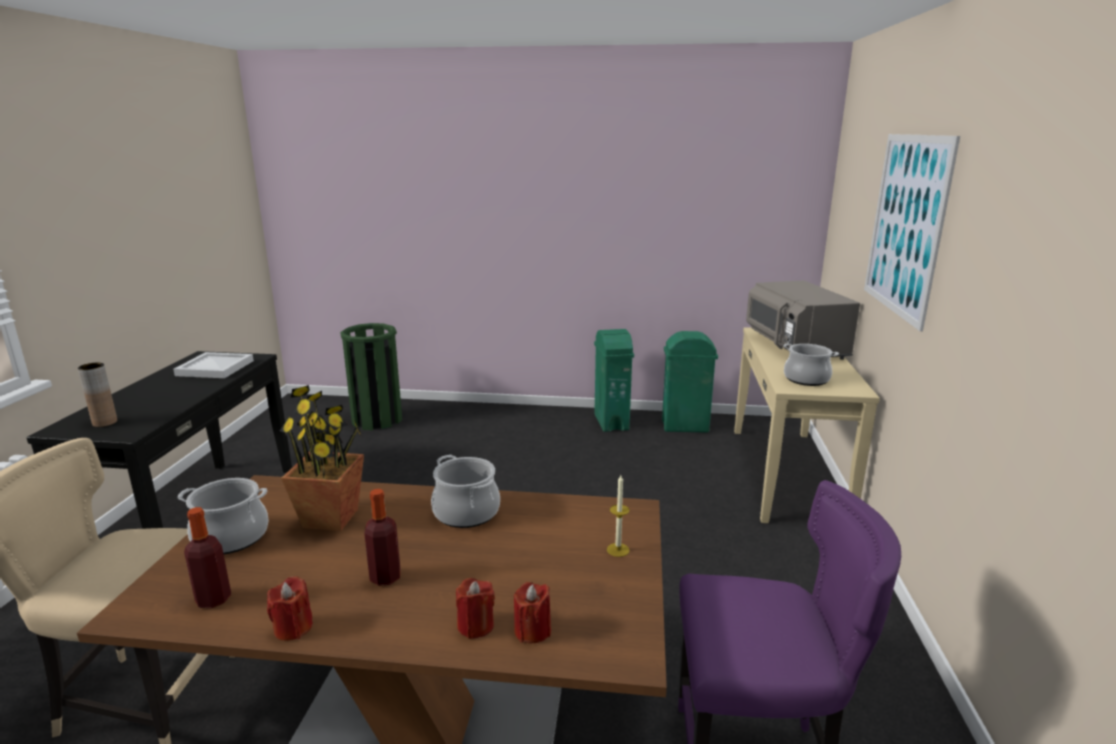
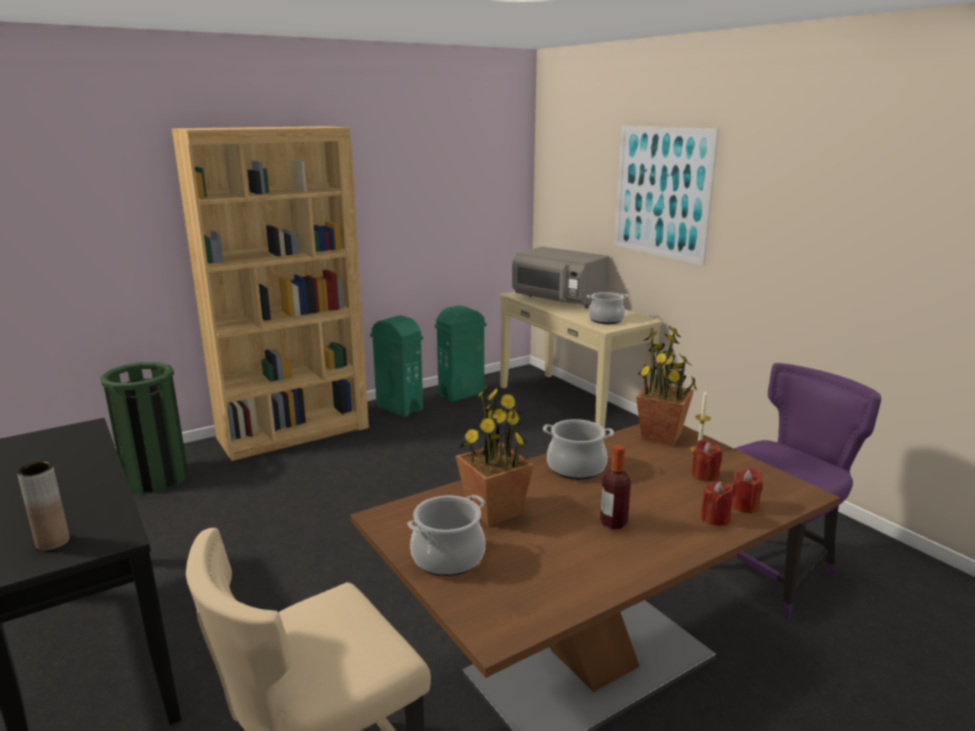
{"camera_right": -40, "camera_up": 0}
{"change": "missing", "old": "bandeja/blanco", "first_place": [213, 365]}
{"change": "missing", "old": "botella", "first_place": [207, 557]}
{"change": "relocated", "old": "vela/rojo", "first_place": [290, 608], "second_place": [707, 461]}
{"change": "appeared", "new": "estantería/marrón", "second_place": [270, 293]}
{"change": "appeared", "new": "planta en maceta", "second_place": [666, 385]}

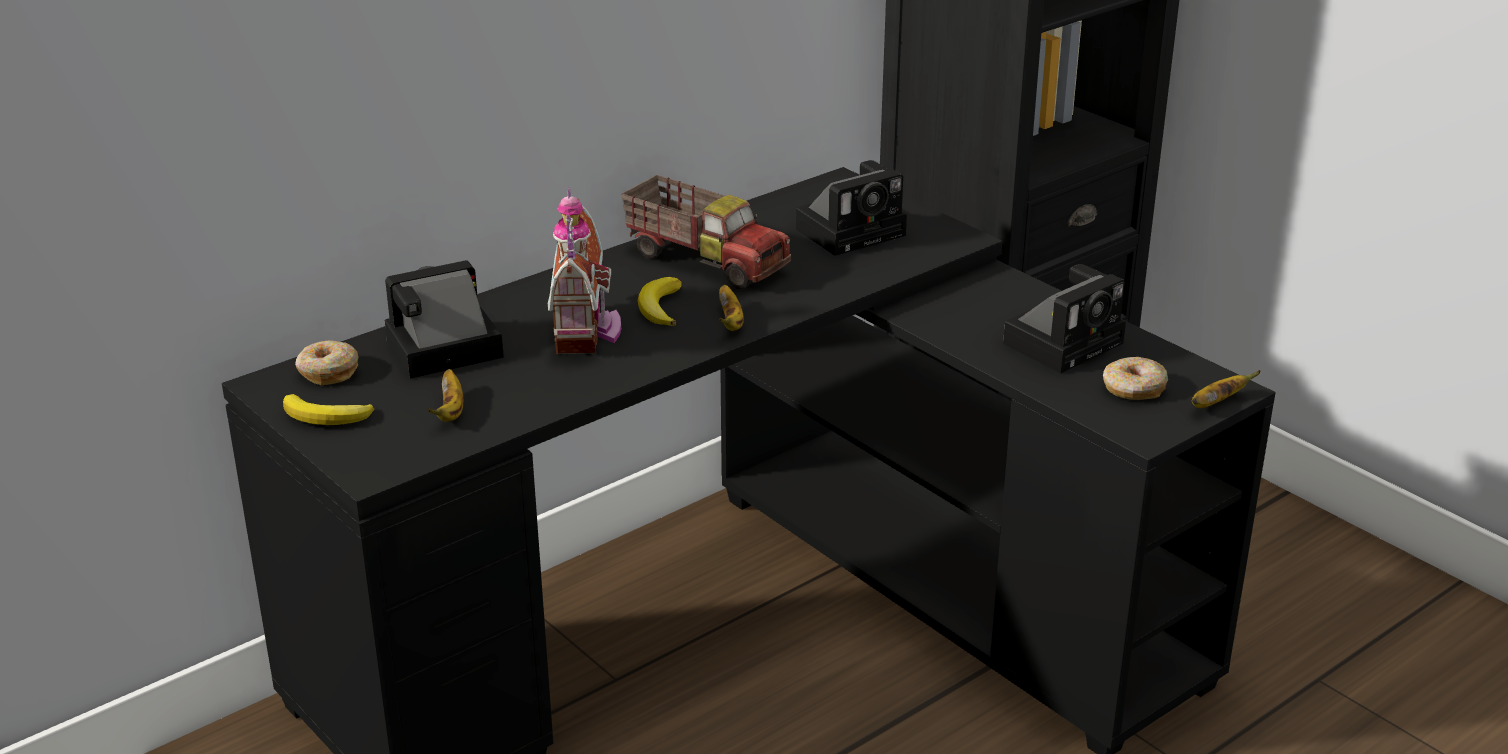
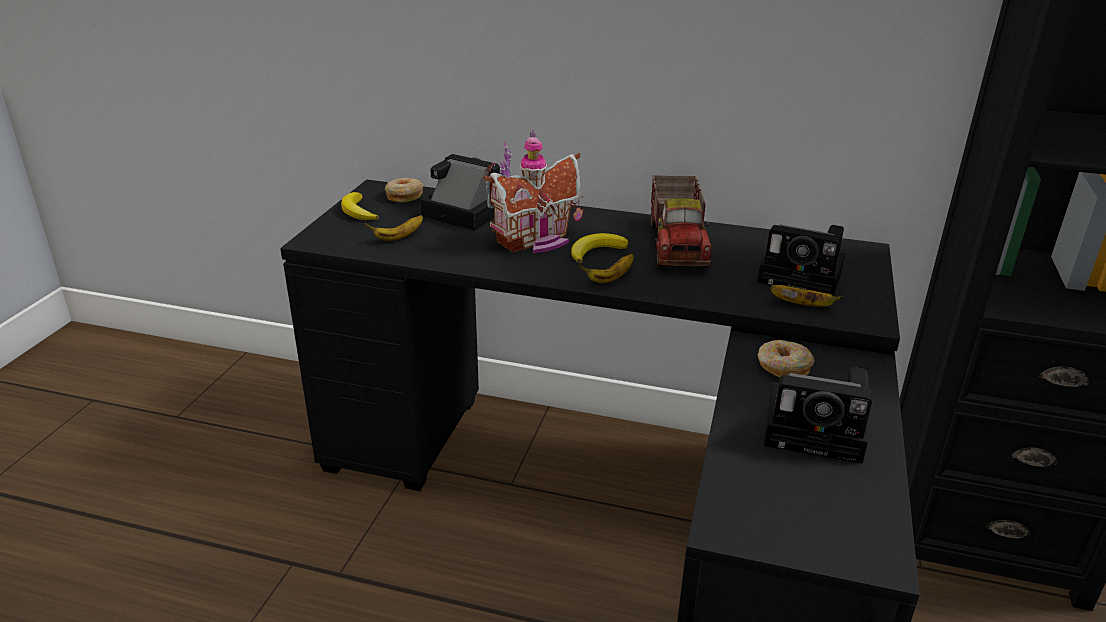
{"camera_right": 55, "camera_up": 0}
{"change": "relocated", "old": "rosquilla", "first_place": [1135, 378], "second_place": [786, 359]}
{"change": "relocated", "old": "plátano", "first_place": [1226, 389], "second_place": [806, 296]}

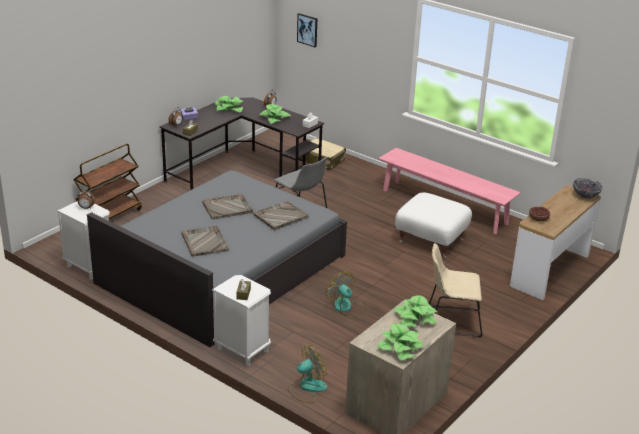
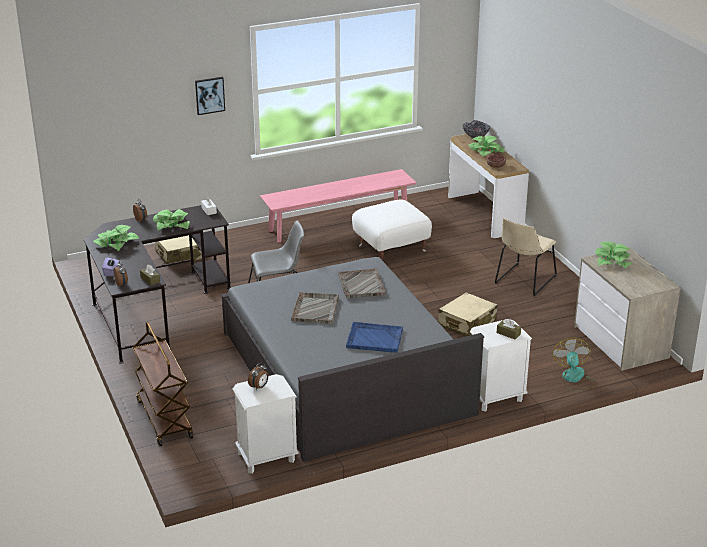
{"camera_right": -60, "camera_up": 0}
{"change": "colour", "old": "bandeja/gris", "new": "bandeja/azul", "first_place": [205, 241], "second_place": [374, 337]}
{"change": "relocated", "old": "cuadro", "first_place": [307, 30], "second_place": [210, 96]}
{"change": "exchanged", "old": "ventilador", "new": "maleta/beis", "first_place": [345, 295], "second_place": [467, 314]}
{"change": "relocated", "old": "planta en maceta", "first_place": [401, 342], "second_place": [487, 145]}

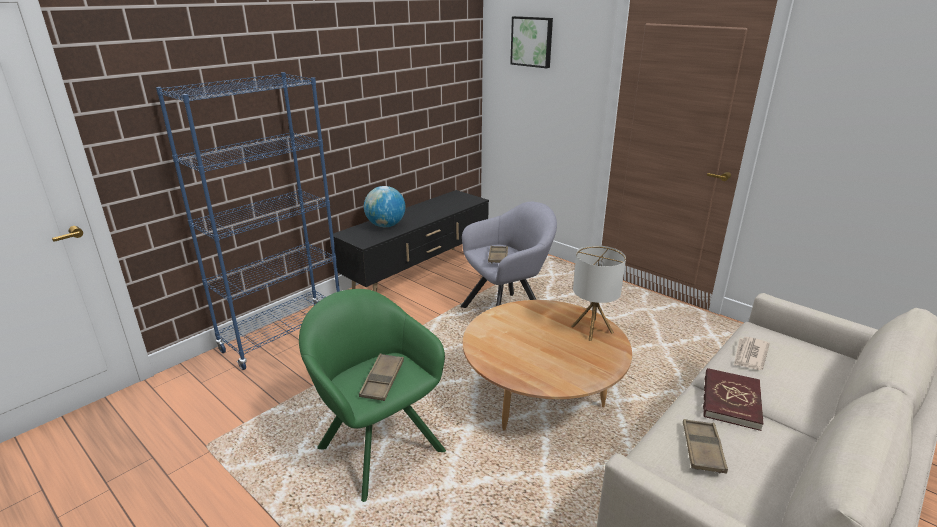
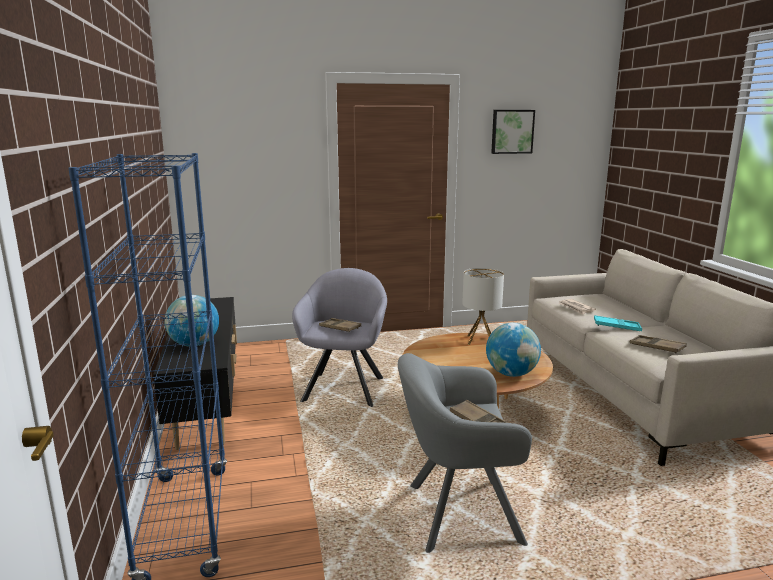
{"camera_right": -55, "camera_up": -10}
{"change": "colour", "old": "sillón/verde", "new": "sillón/gris", "first_place": [372, 395], "second_place": [465, 453]}
{"change": "relocated", "old": "cuadro", "first_place": [531, 42], "second_place": [513, 132]}
{"change": "exchanged", "old": "libro/rojo", "new": "bandeja/turquesa", "first_place": [733, 399], "second_place": [618, 323]}
{"change": "appeared", "new": "globo terráqueo", "second_place": [513, 350]}

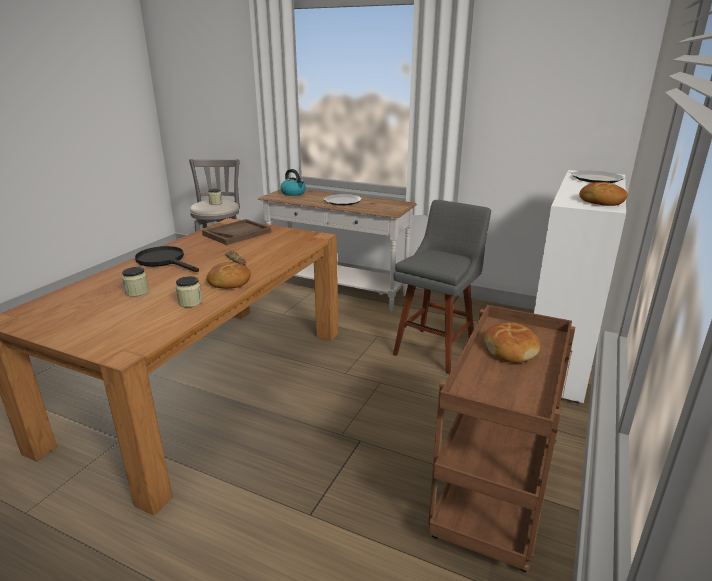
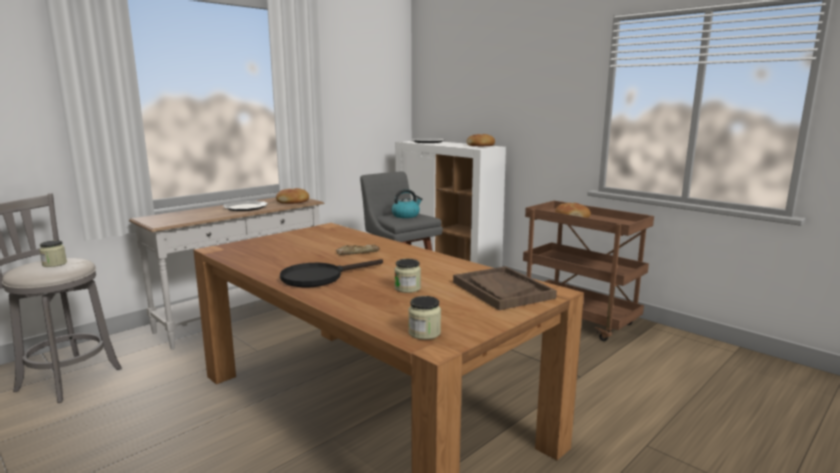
{"camera_right": -70, "camera_up": -10}
{"change": "relocated", "old": "tarro", "first_place": [189, 291], "second_place": [424, 318]}
{"change": "relocated", "old": "bandeja/marrón", "first_place": [236, 232], "second_place": [505, 288]}
{"change": "relocated", "old": "pan", "first_place": [228, 275], "second_place": [292, 196]}
{"change": "relocated", "old": "hervidor", "first_place": [293, 182], "second_place": [407, 203]}

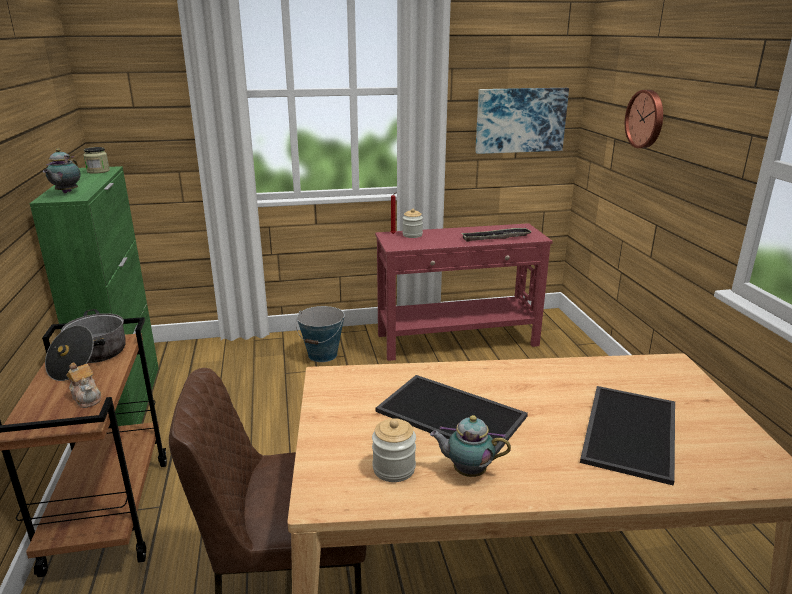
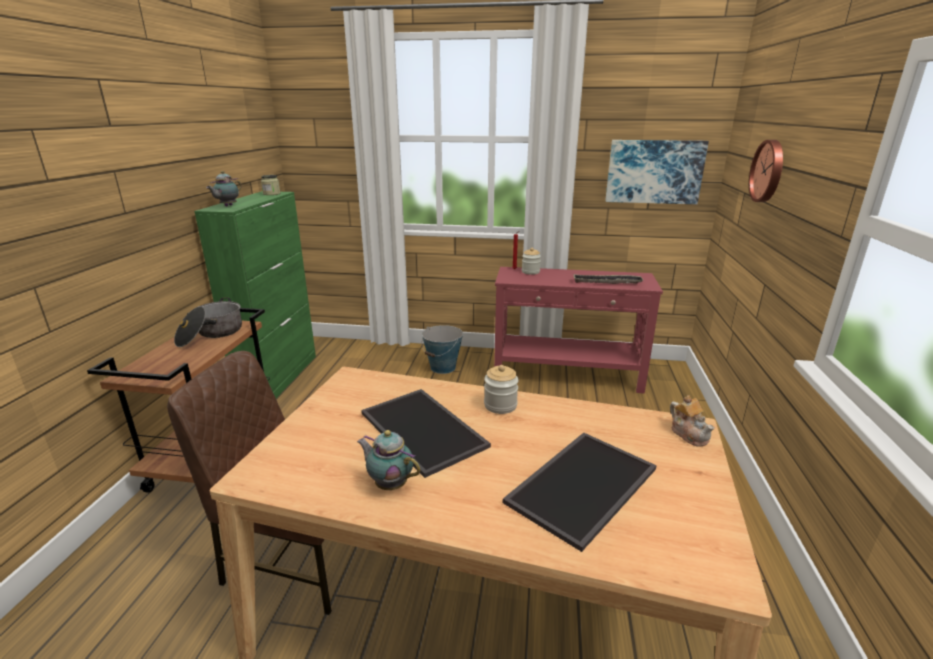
{"camera_right": 20, "camera_up": 0}
{"change": "relocated", "old": "tetera", "first_place": [83, 385], "second_place": [692, 421]}
{"change": "relocated", "old": "tarro", "first_place": [394, 450], "second_place": [501, 389]}

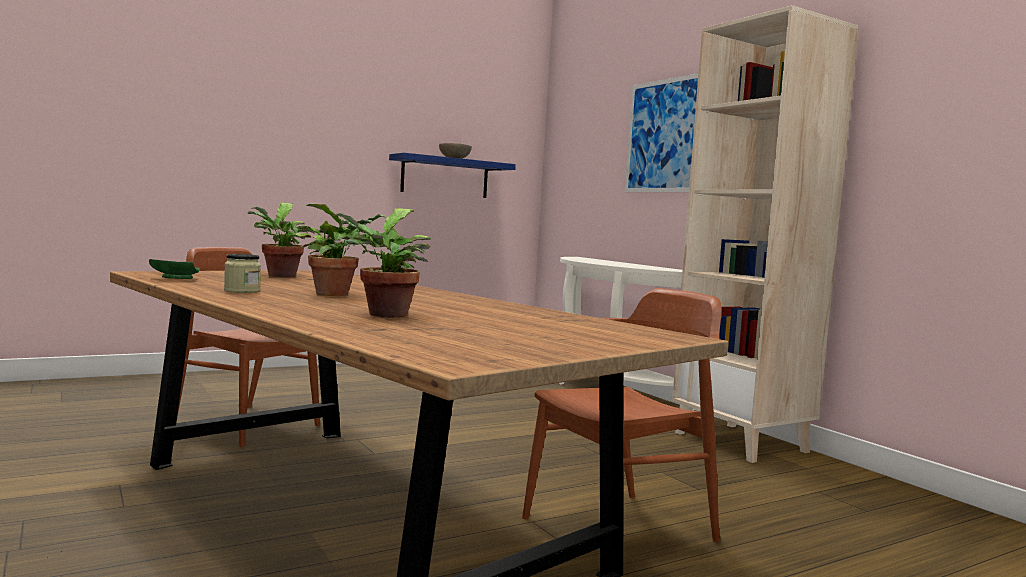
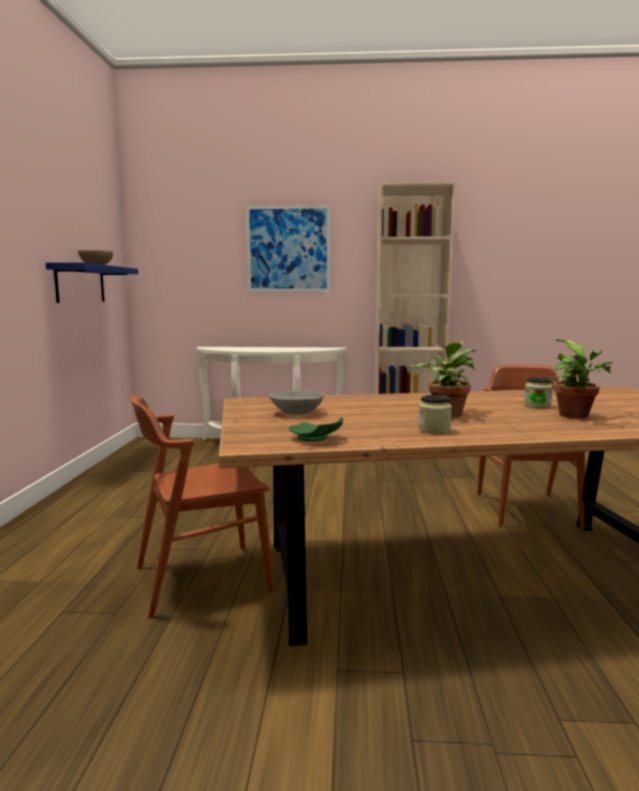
{"camera_right": -55, "camera_up": 5}
{"change": "exchanged", "old": "planta en maceta", "new": "cuenco/gris", "first_place": [281, 240], "second_place": [297, 402]}
{"change": "appeared", "new": "tarro", "second_place": [538, 392]}

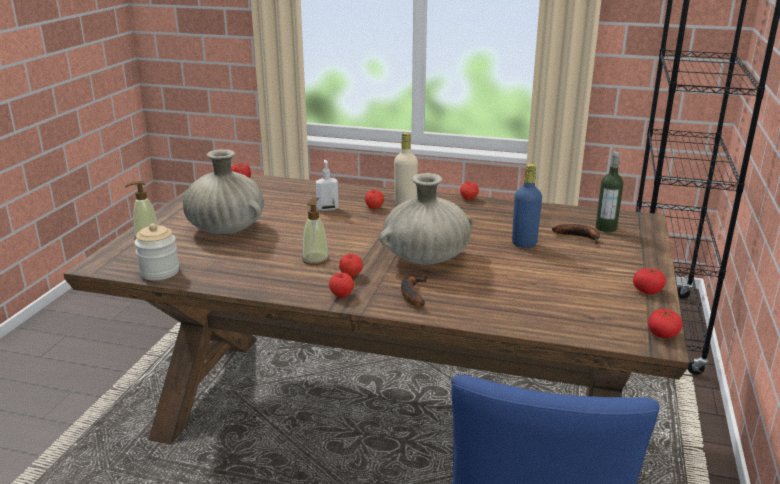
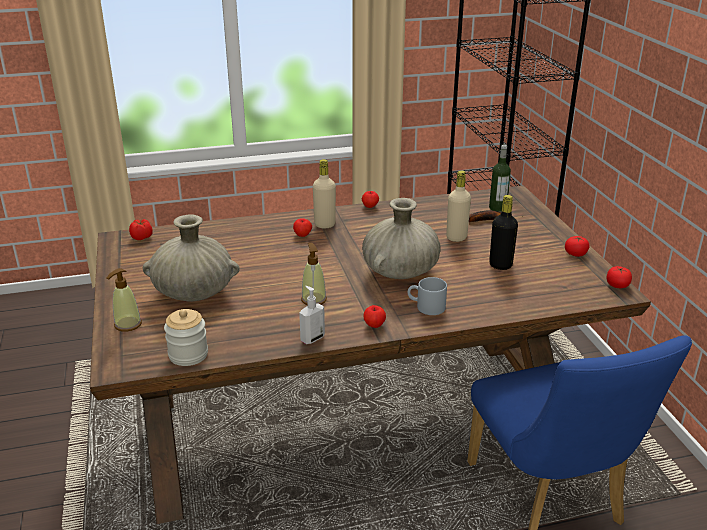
{"camera_right": -30, "camera_up": 5}
{"change": "relocated", "old": "dispensador de jabón", "first_place": [327, 185], "second_place": [312, 315]}
{"change": "missing", "old": "manzana", "first_place": [351, 265]}
{"change": "exchanged", "old": "plátano", "new": "taza grande/gris", "first_place": [414, 291], "second_place": [427, 296]}
{"change": "colour", "old": "botella/azul", "new": "botella/beis", "first_place": [527, 206], "second_place": [458, 206]}
{"change": "appeared", "new": "botella/negro", "second_place": [503, 232]}

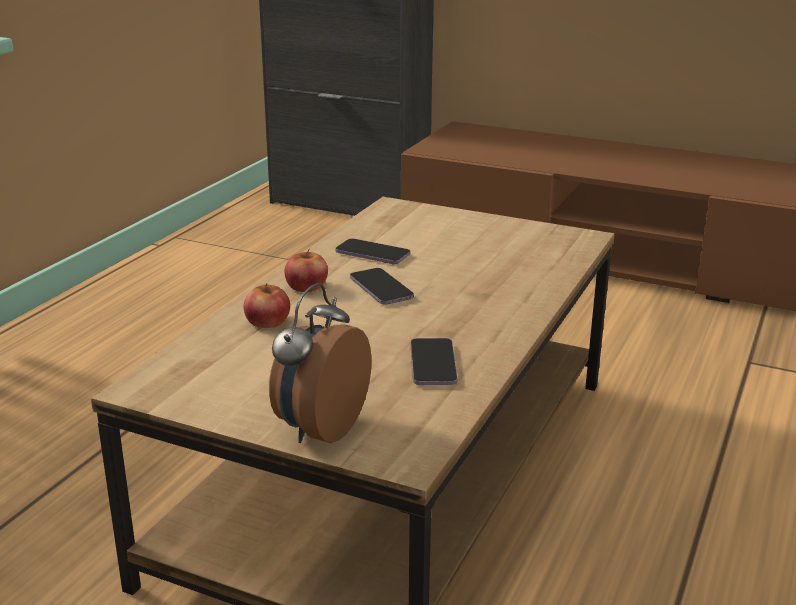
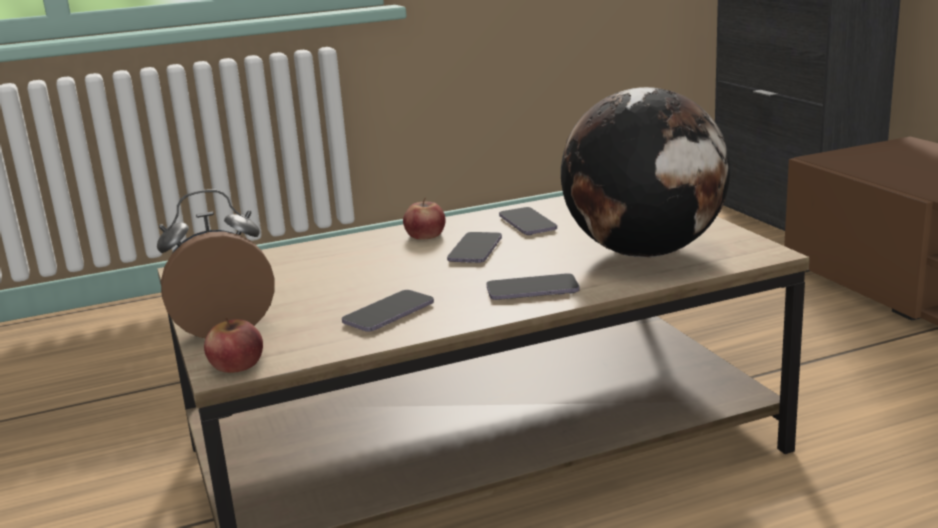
{"camera_right": 45, "camera_up": -5}
{"change": "relocated", "old": "manzana", "first_place": [267, 306], "second_place": [233, 345]}
{"change": "appeared", "new": "móvil", "second_place": [533, 286]}
{"change": "appeared", "new": "globo terráqueo", "second_place": [645, 172]}

